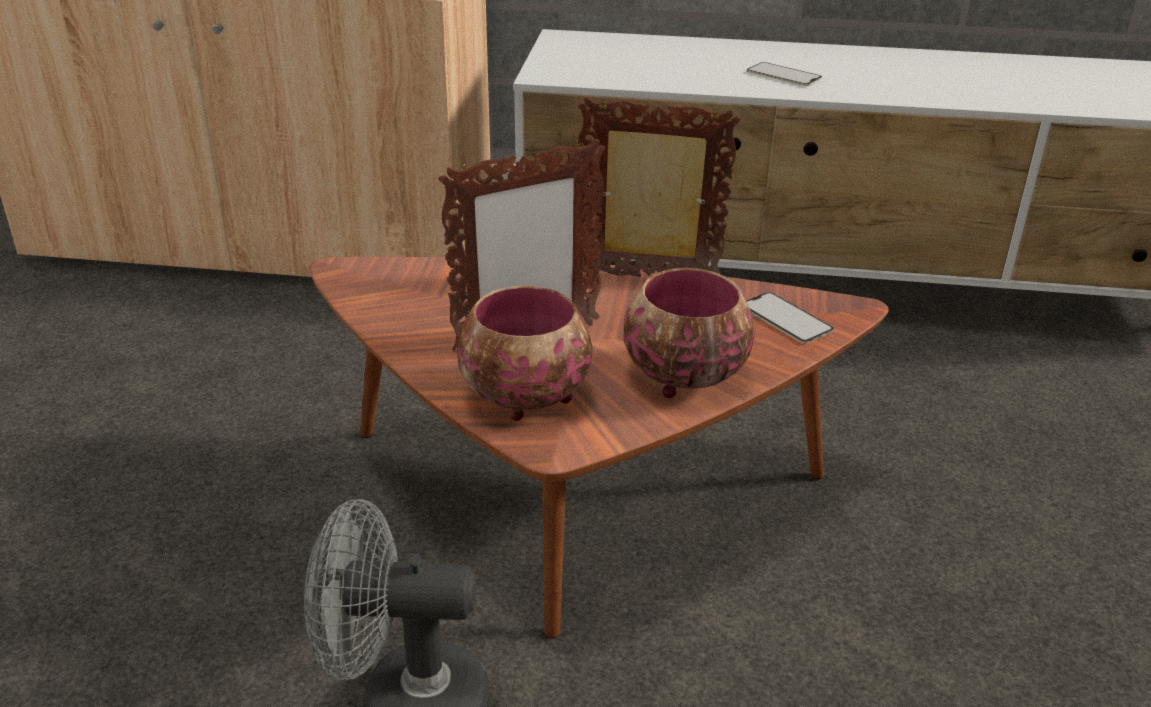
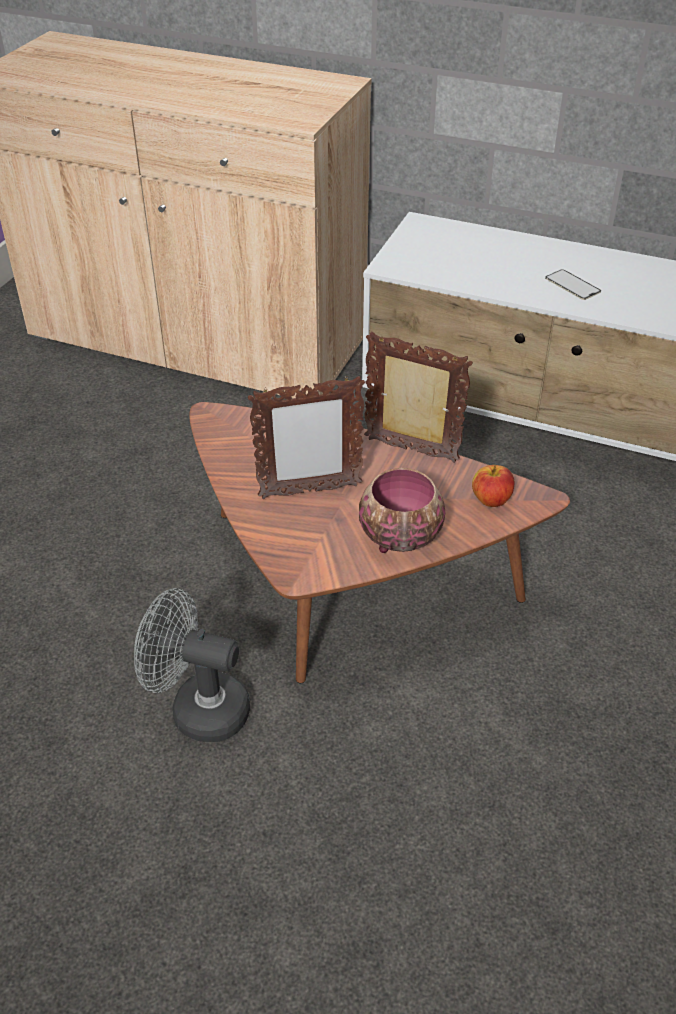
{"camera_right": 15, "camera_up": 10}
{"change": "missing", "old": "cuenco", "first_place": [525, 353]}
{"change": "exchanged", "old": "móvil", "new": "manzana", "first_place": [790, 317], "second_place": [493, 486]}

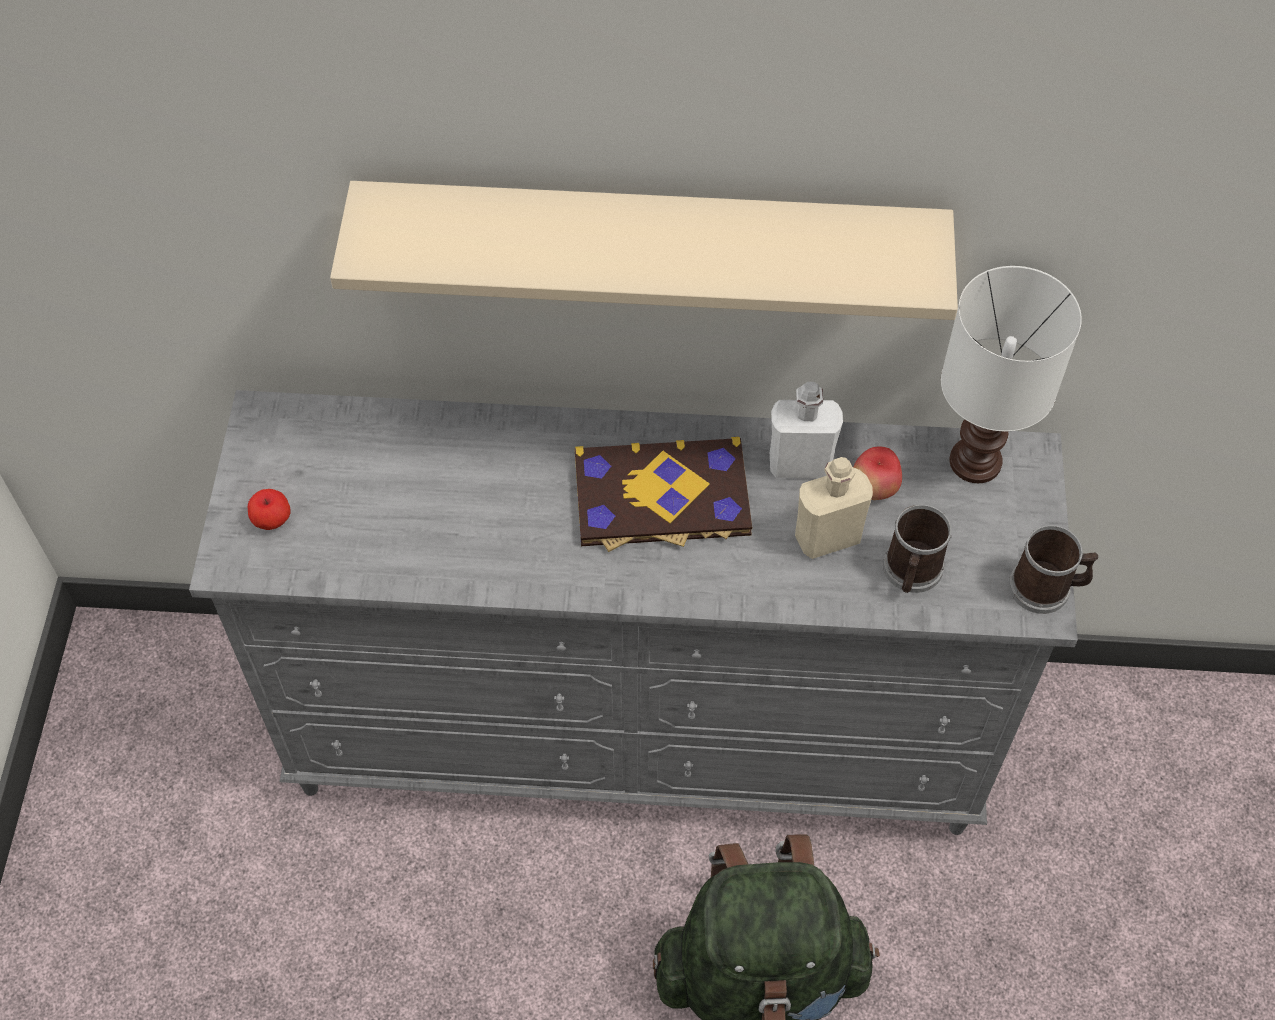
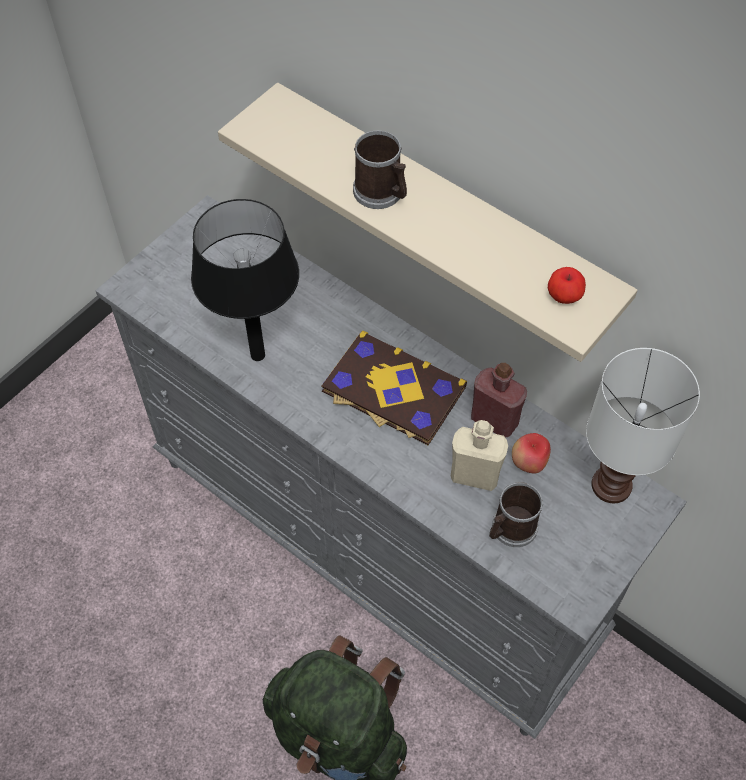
{"camera_right": 35, "camera_up": 0}
{"change": "relocated", "old": "manzana", "first_place": [269, 509], "second_place": [567, 285]}
{"change": "colour", "old": "botella/blanco", "new": "botella/rojo", "first_place": [806, 430], "second_place": [499, 400]}
{"change": "relocated", "old": "taza grande", "first_place": [1053, 569], "second_place": [380, 169]}
{"change": "appeared", "new": "lámpara de mesa/negro", "second_place": [245, 280]}

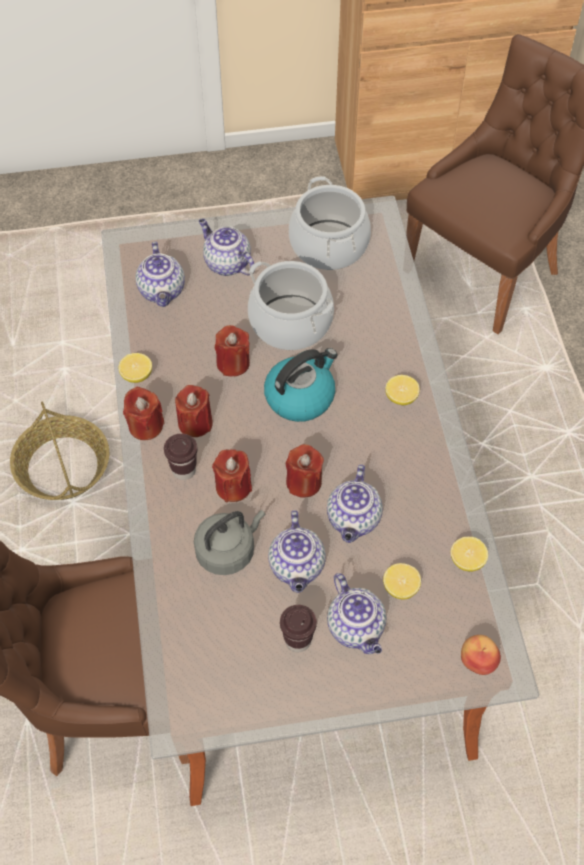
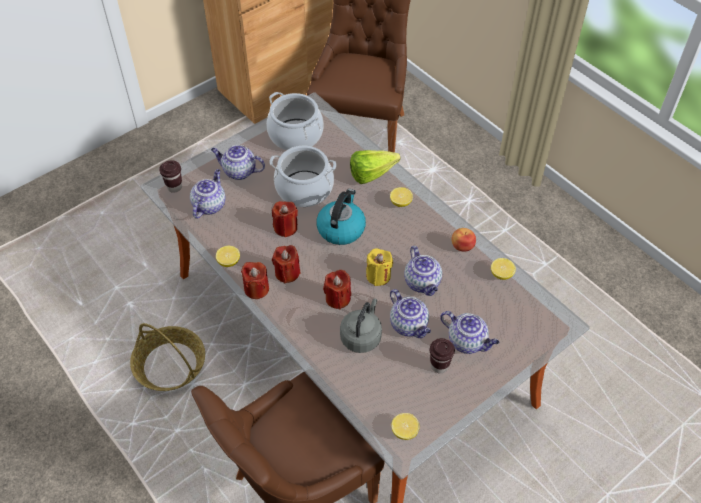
{"camera_right": -30, "camera_up": -5}
{"change": "spun", "old": "tetera", "first_place": [160, 274], "second_place": [208, 194], "degrees": -120}
{"change": "relocated", "old": "taza/marrón", "first_place": [181, 456], "second_place": [170, 176]}
{"change": "colour", "old": "vela/rojo", "new": "vela/amarillo", "first_place": [305, 471], "second_place": [379, 267]}
{"change": "relocated", "old": "limón", "first_place": [402, 581], "second_place": [405, 426]}
{"change": "relocated", "old": "manzana", "first_place": [481, 655], "second_place": [463, 240]}
{"change": "appeared", "new": "lechuga", "second_place": [375, 167]}

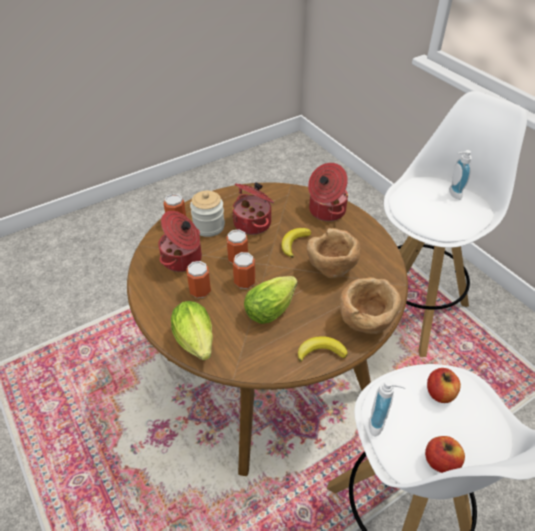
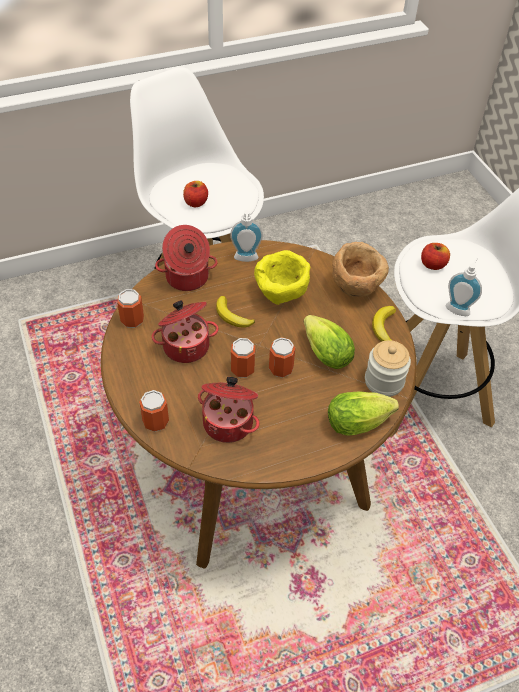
{"camera_right": -80, "camera_up": 5}
{"change": "relocated", "old": "lata", "first_place": [198, 279], "second_place": [130, 308]}
{"change": "relocated", "old": "tarro", "first_place": [207, 214], "second_place": [388, 368]}
{"change": "colour", "old": "cuenco/marrón", "new": "cuenco/amarillo", "first_place": [333, 253], "second_place": [282, 277]}
{"change": "relocated", "old": "manzana", "first_place": [445, 454], "second_place": [195, 194]}
{"change": "relocated", "old": "dispensador de jabón", "first_place": [460, 175], "second_place": [246, 236]}

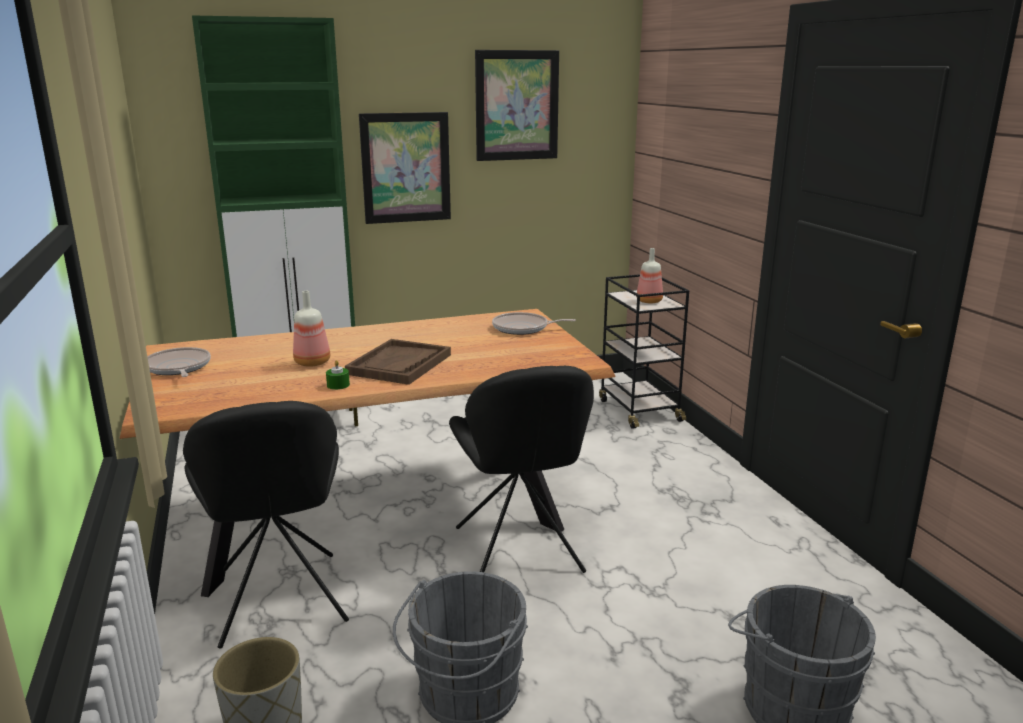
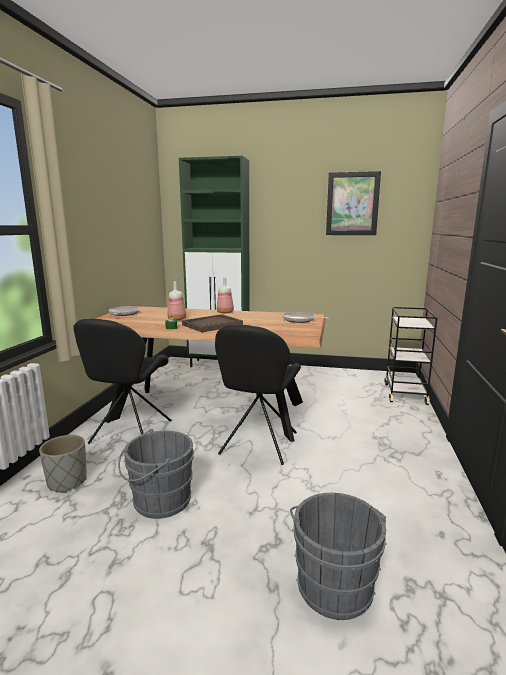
{"camera_right": 30, "camera_up": -5}
{"change": "missing", "old": "cuadro", "first_place": [405, 168]}
{"change": "relocated", "old": "botella", "first_place": [650, 275], "second_place": [225, 295]}

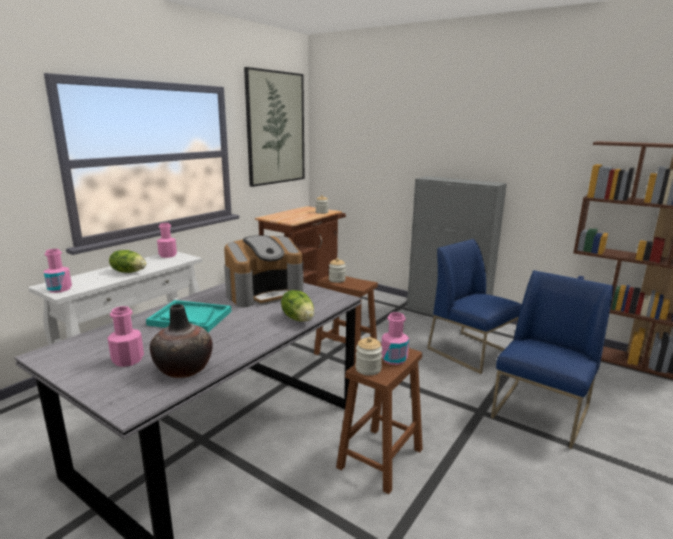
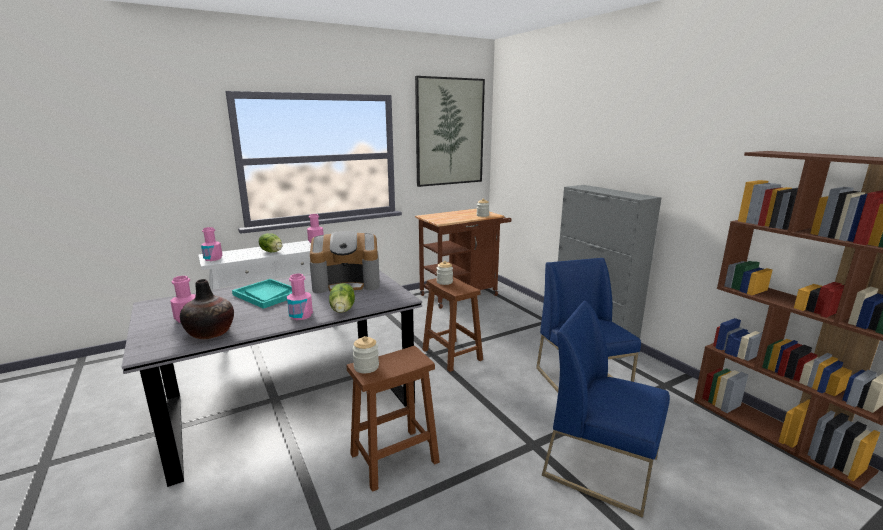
{"camera_right": 25, "camera_up": 0}
{"change": "relocated", "old": "botella/rosa", "first_place": [395, 338], "second_place": [300, 297]}
{"change": "spun", "old": "silla/azul", "first_place": [552, 359], "second_place": [606, 409], "degrees": -120}

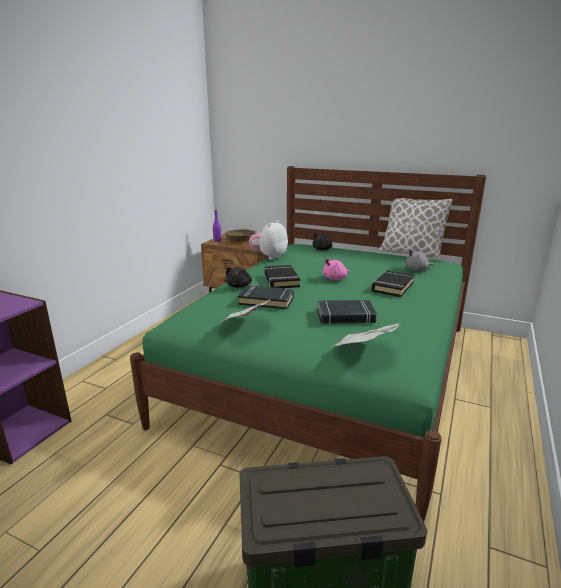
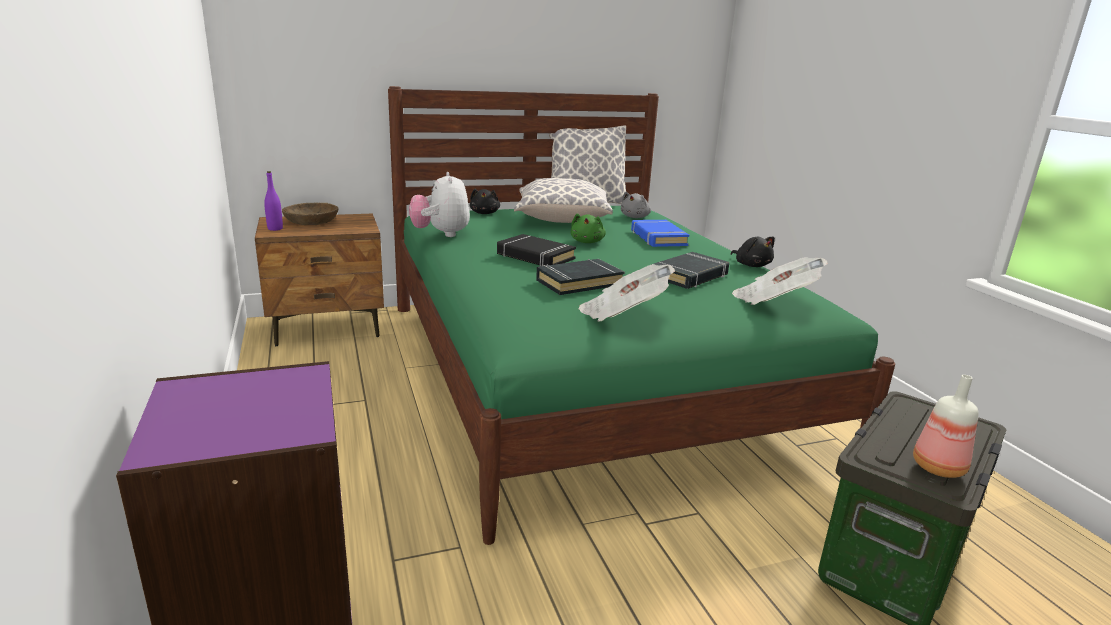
{"camera_right": -45, "camera_up": 0}
{"change": "relocated", "old": "peluche/negro", "first_place": [239, 277], "second_place": [753, 252]}
{"change": "colour", "old": "peluche/rosa", "new": "peluche/verde", "first_place": [336, 269], "second_place": [588, 228]}
{"change": "colour", "old": "libro/negro", "new": "libro/azul", "first_place": [393, 283], "second_place": [660, 233]}
{"change": "appeared", "new": "cojín", "second_place": [563, 200]}
{"change": "appeared", "new": "botella", "second_place": [946, 426]}

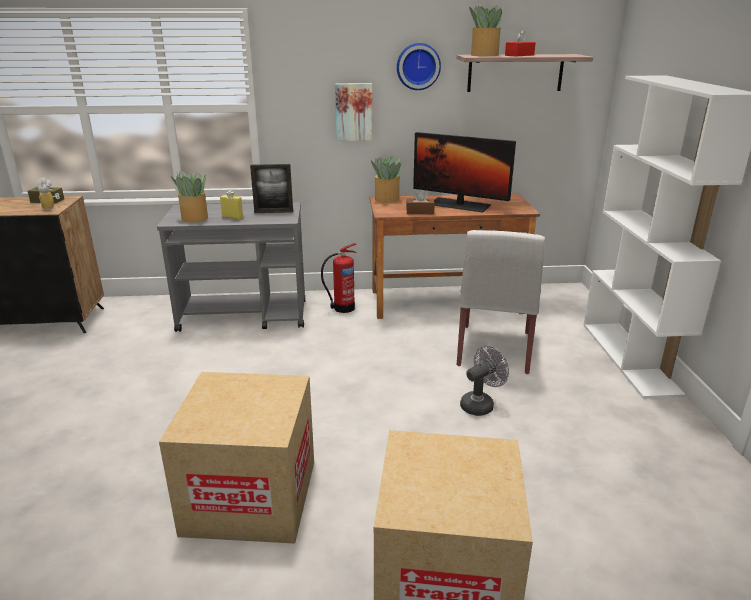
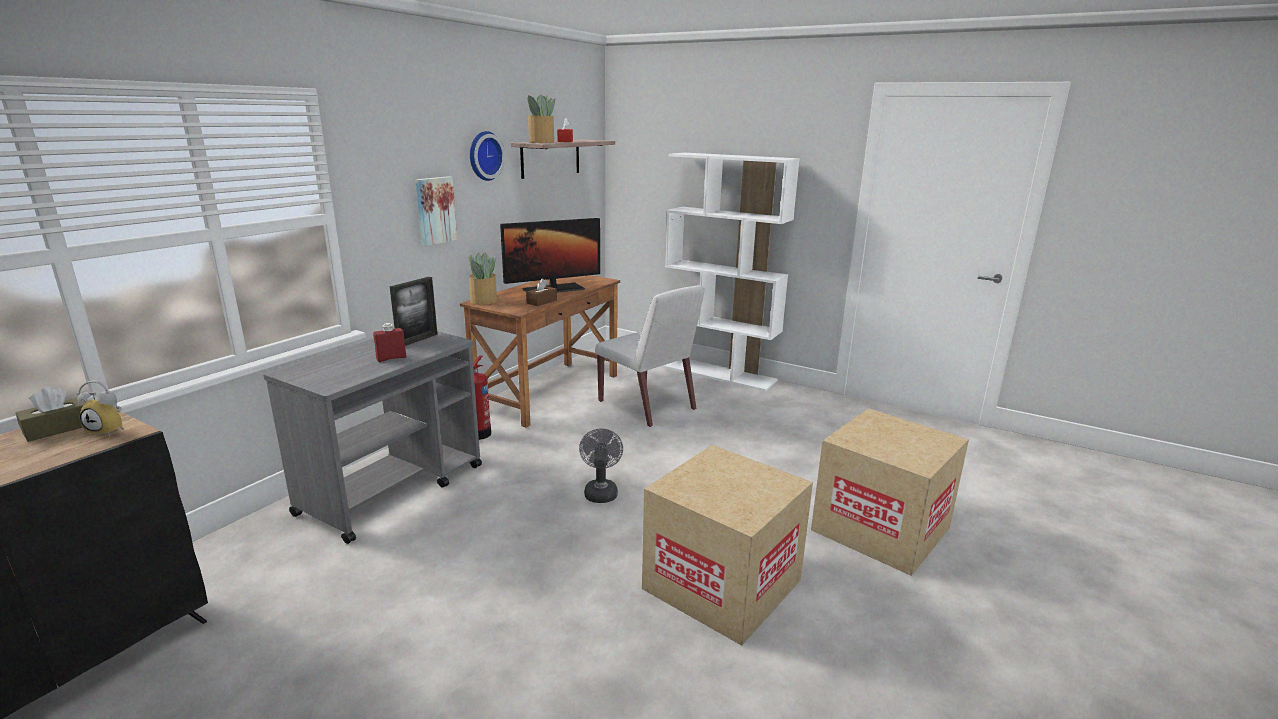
{"camera_right": -55, "camera_up": -5}
{"change": "missing", "old": "planta en maceta", "first_place": [189, 196]}
{"change": "colour", "old": "botella/amarillo", "new": "botella/rojo", "first_place": [231, 205], "second_place": [389, 342]}
{"change": "relocated", "old": "ventilador/gris", "first_place": [484, 381], "second_place": [601, 465]}

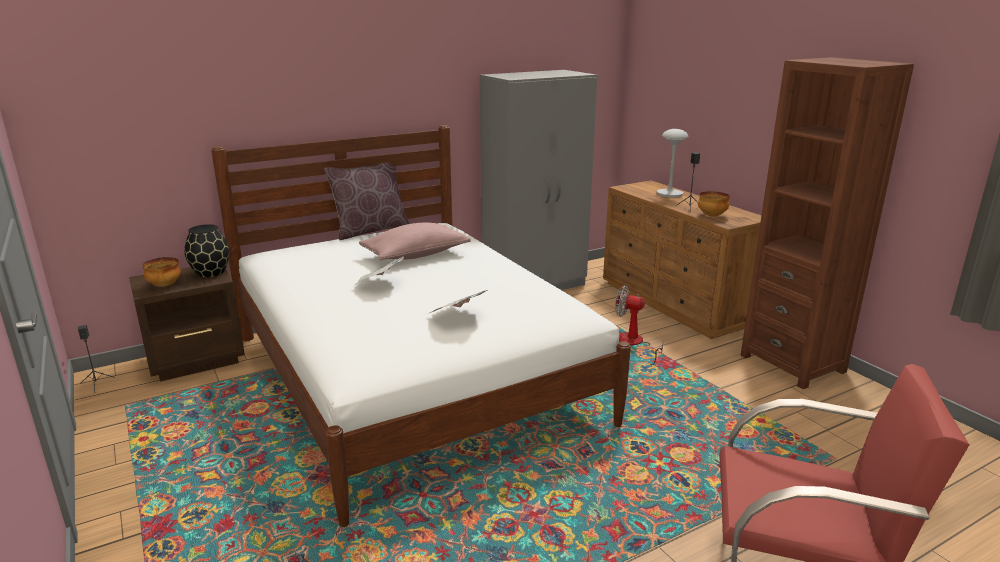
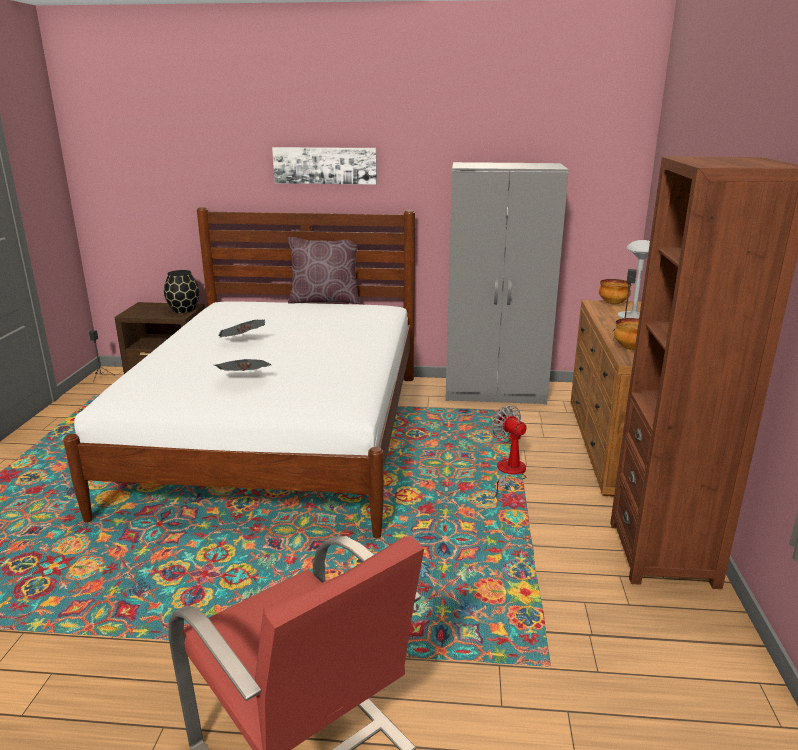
{"camera_right": 35, "camera_up": 0}
{"change": "relocated", "old": "cuenco", "first_place": [161, 272], "second_place": [615, 292]}
{"change": "missing", "old": "cojín/rosa", "first_place": [415, 241]}
{"change": "appeared", "new": "cuadro", "second_place": [324, 166]}

